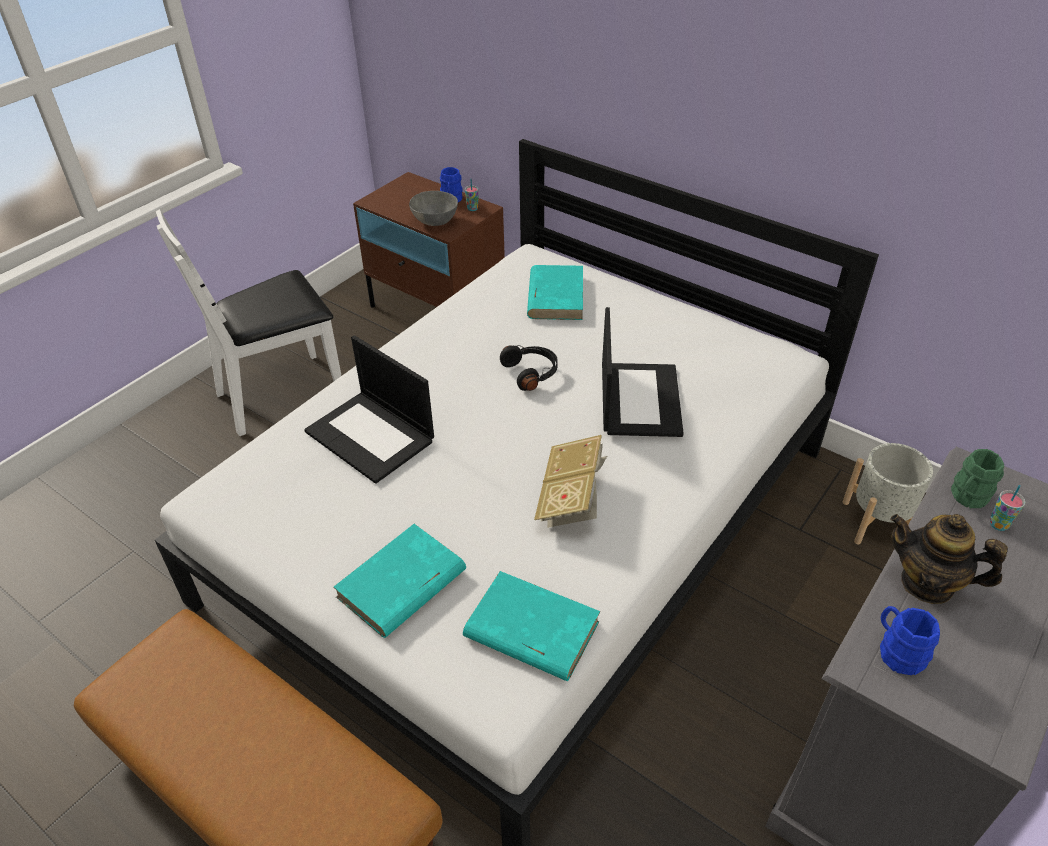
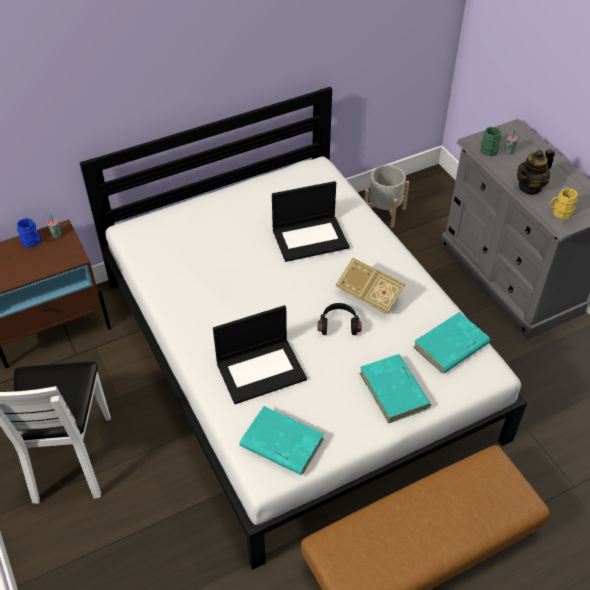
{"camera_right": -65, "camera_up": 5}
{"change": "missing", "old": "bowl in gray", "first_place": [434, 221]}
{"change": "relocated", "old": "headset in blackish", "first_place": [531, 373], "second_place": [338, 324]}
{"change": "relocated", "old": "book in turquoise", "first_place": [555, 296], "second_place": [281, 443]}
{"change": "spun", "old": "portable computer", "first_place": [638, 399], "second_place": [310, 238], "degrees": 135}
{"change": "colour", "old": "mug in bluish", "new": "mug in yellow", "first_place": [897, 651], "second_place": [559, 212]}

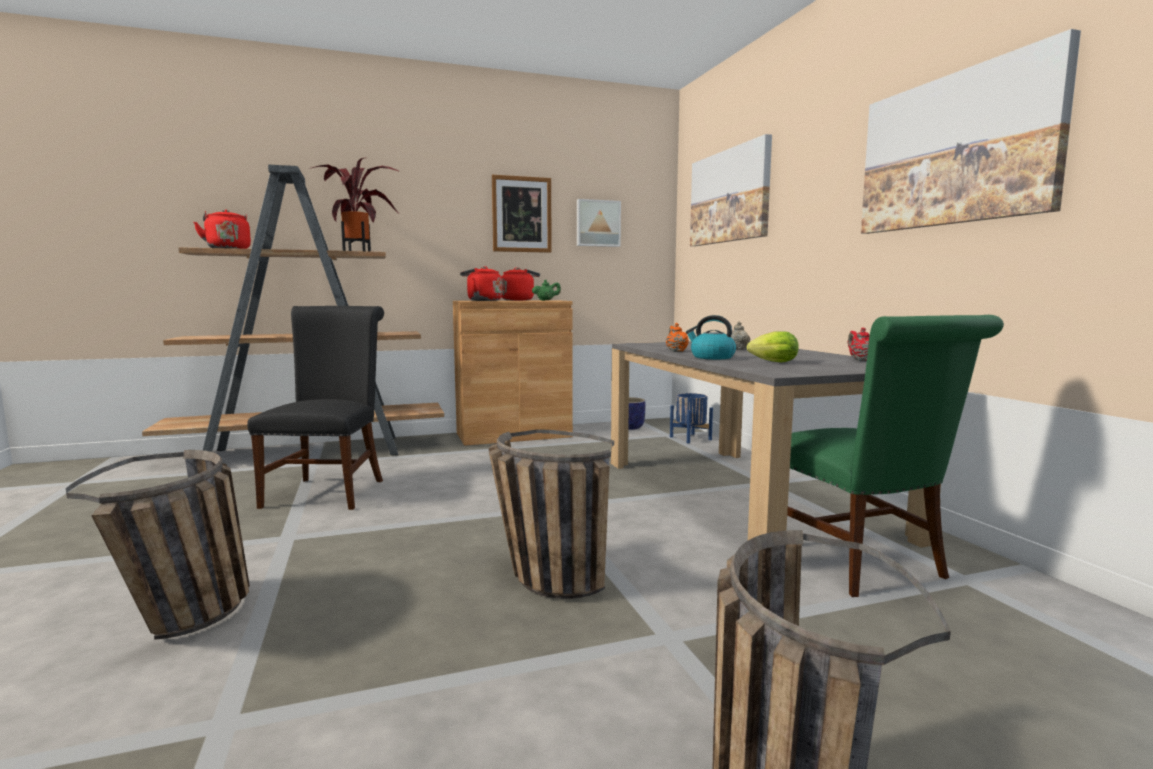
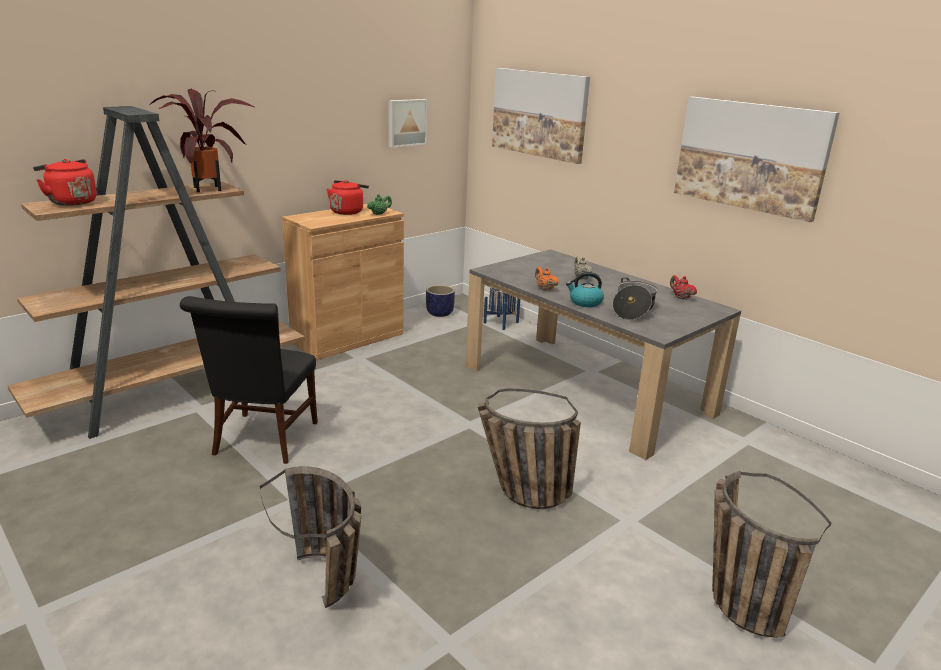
{"camera_right": -25, "camera_up": 15}
{"change": "spun", "old": "chair in blackish", "first_place": [328, 491], "second_place": [263, 441], "degrees": -150}
{"change": "missing", "old": "water kettle in red", "first_place": [482, 300]}
{"change": "missing", "old": "wall art", "first_place": [521, 214]}
{"change": "exchanged", "old": "head of lettuce", "new": "saucepot", "first_place": [771, 362], "second_place": [632, 309]}
{"change": "missing", "old": "chair in green", "first_place": [863, 565]}

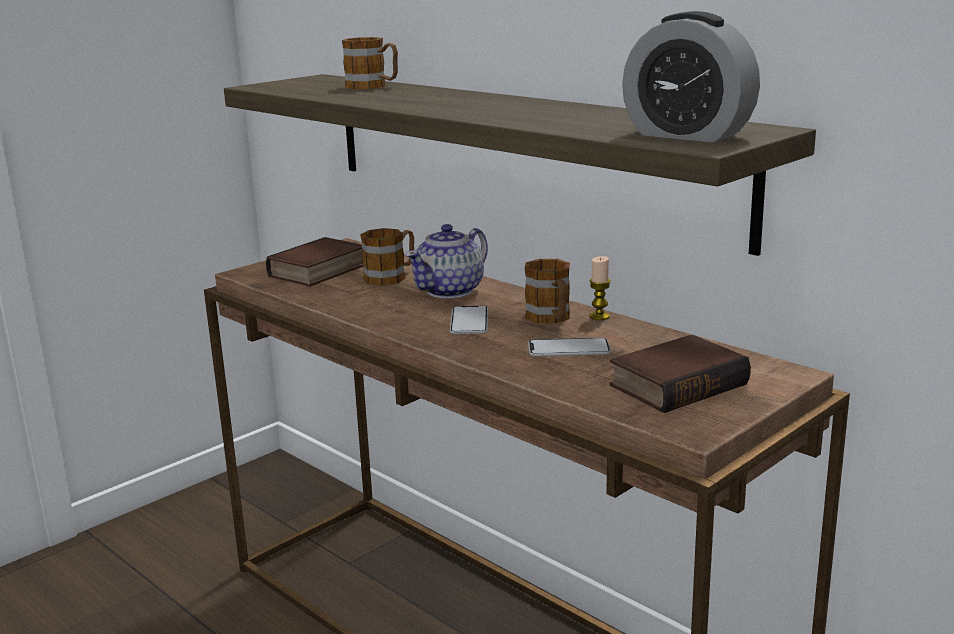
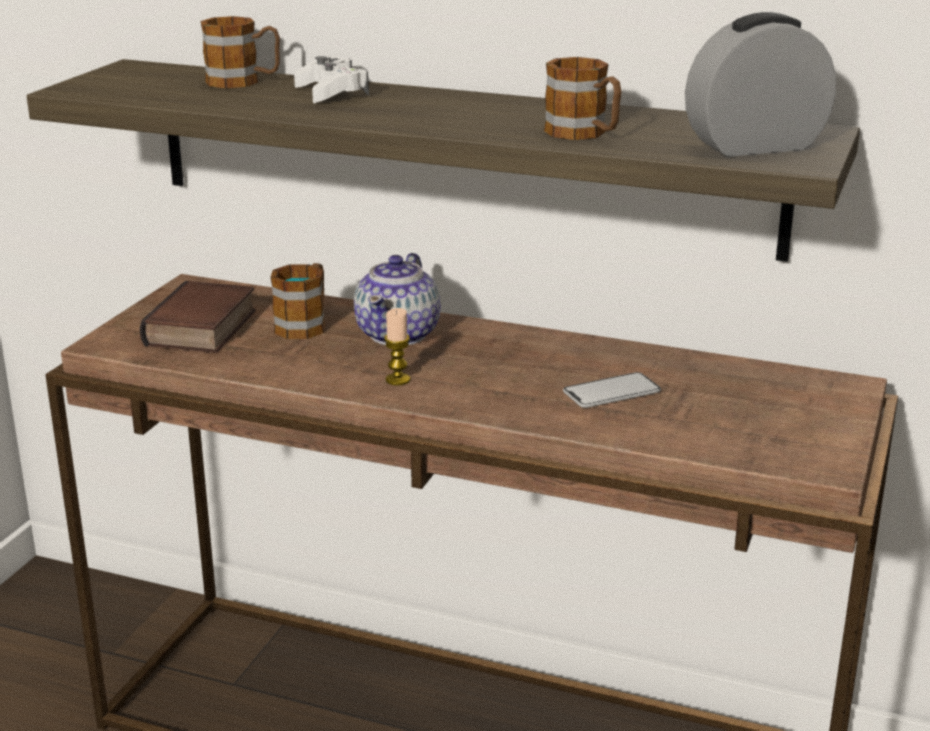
{"camera_right": -25, "camera_up": 5}
{"change": "missing", "old": "phone", "first_place": [469, 322]}
{"change": "relocated", "old": "mug", "first_place": [551, 319], "second_place": [584, 134]}
{"change": "relocated", "old": "wax candle", "first_place": [599, 316], "second_place": [398, 380]}
{"change": "missing", "old": "book", "first_place": [677, 383]}
{"change": "spun", "old": "bedside clock", "first_place": [687, 135], "second_place": [755, 146], "degrees": 150}
{"change": "appeared", "new": "joypad in white-coloured", "second_place": [331, 92]}

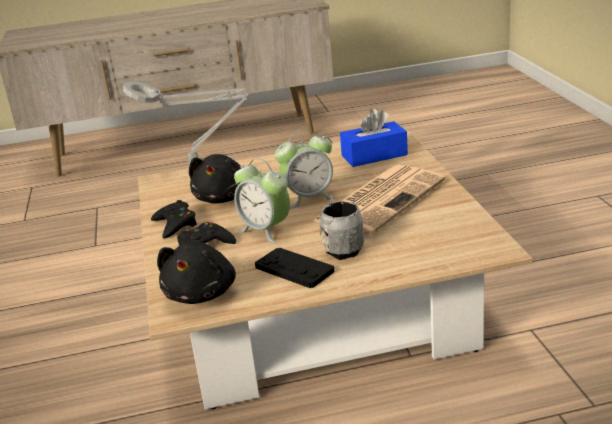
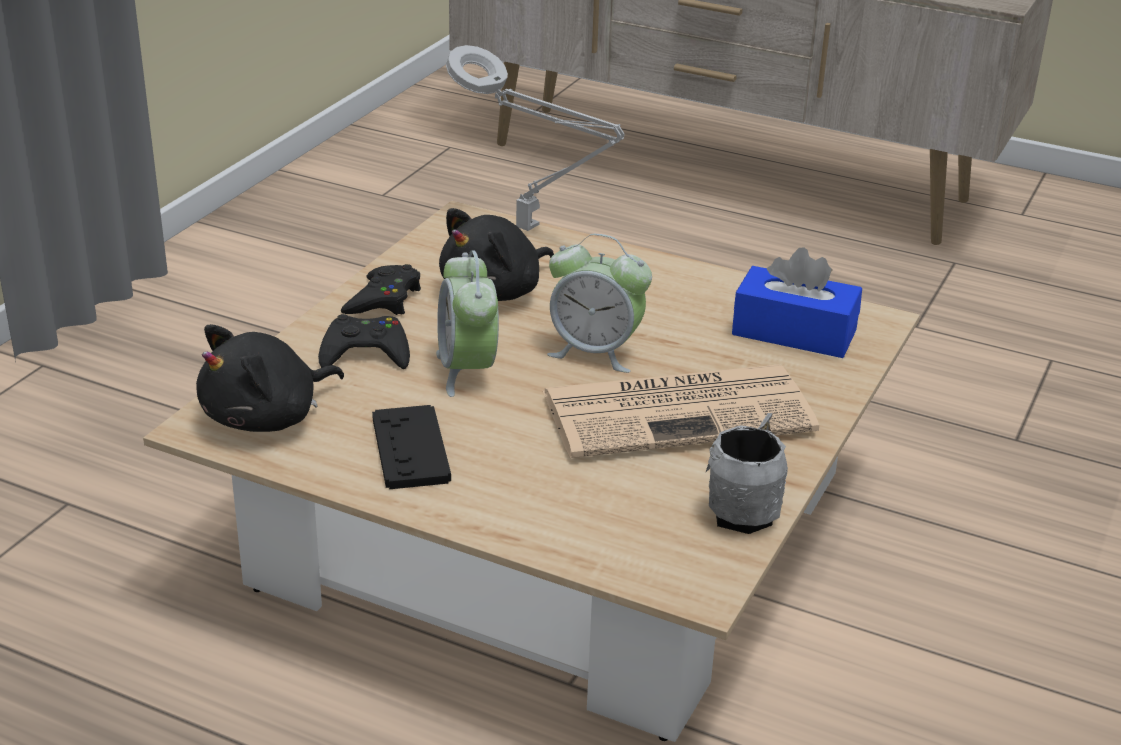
{"camera_right": 35, "camera_up": 5}
{"change": "relocated", "old": "mug in gray", "first_place": [341, 247], "second_place": [746, 508]}

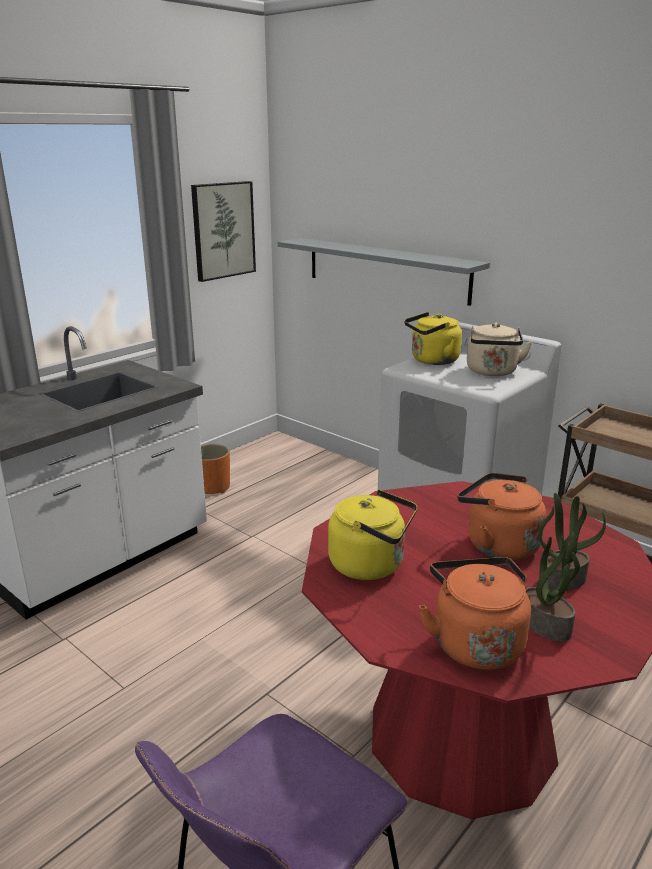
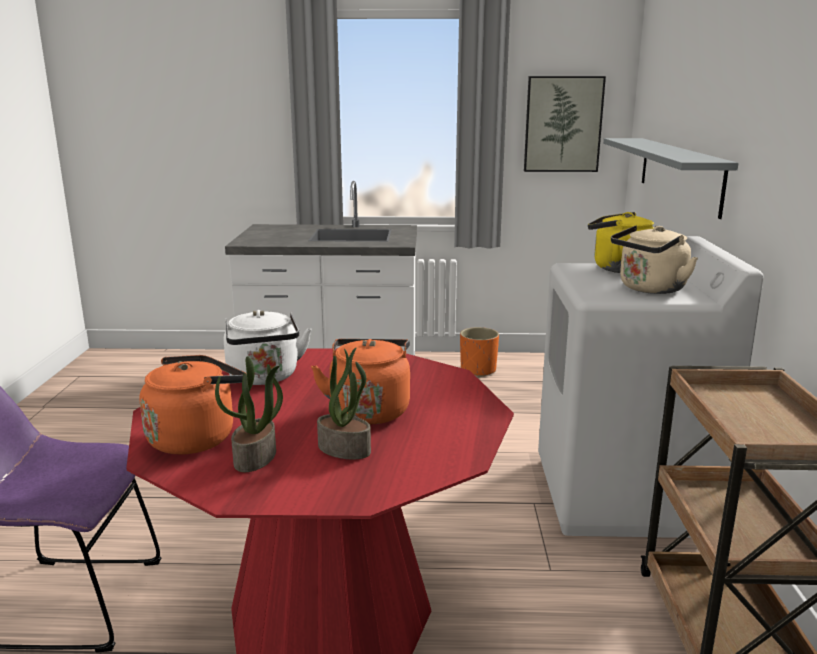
{"camera_right": 50, "camera_up": -5}
{"change": "colour", "old": "water kettle in yellow", "new": "water kettle in white-coloured", "first_place": [371, 565], "second_place": [264, 378]}

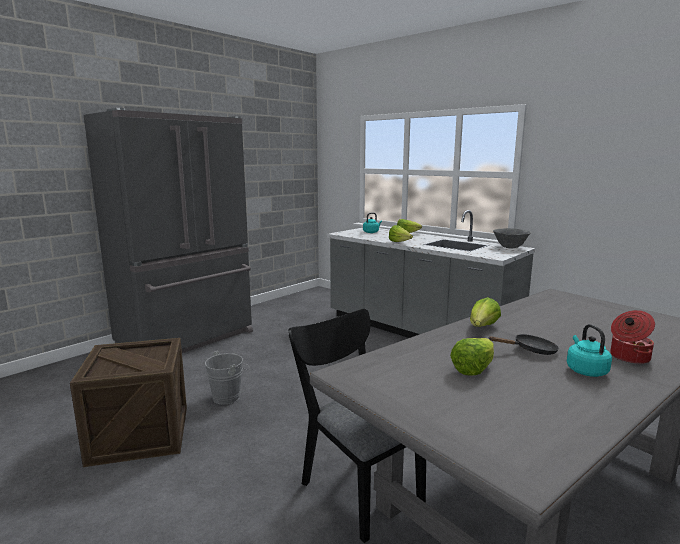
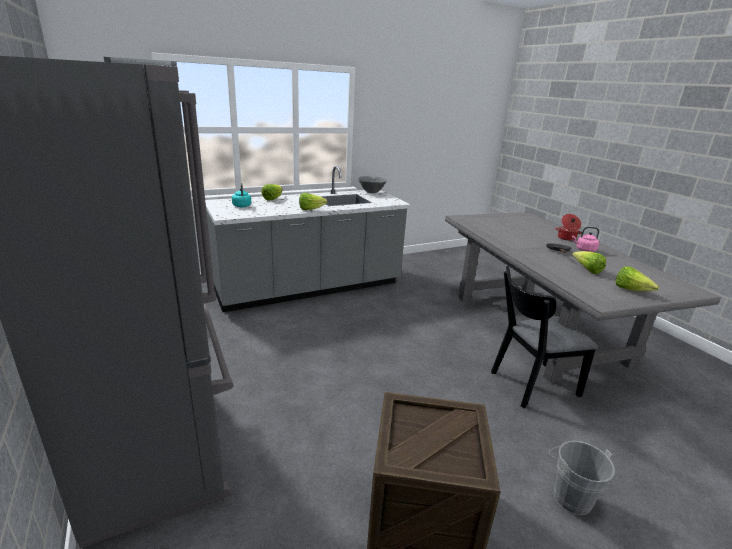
{"camera_right": -70, "camera_up": 10}
{"change": "relocated", "old": "pail in gray", "first_place": [229, 396], "second_place": [569, 495]}
{"change": "relocated", "old": "head of lettuce", "first_place": [482, 328], "second_place": [630, 290]}
{"change": "colour", "old": "water kettle in turquoise", "new": "water kettle in pink-coloured", "first_place": [585, 370], "second_place": [584, 250]}

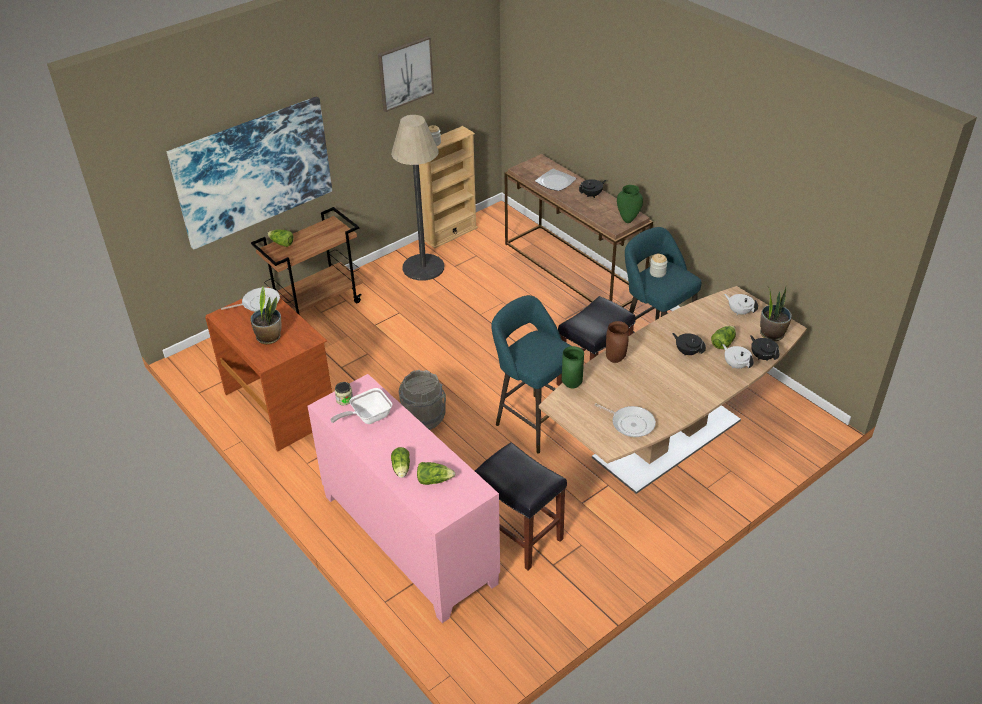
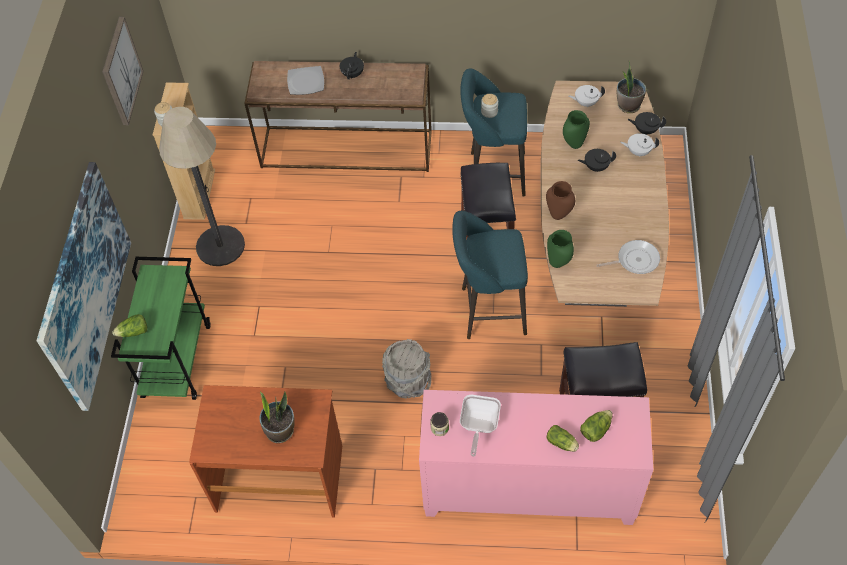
{"camera_right": -45, "camera_up": 15}
{"change": "missing", "old": "frying pan", "first_place": [258, 303]}
{"change": "colour", "old": "trolley in brown", "new": "trolley in green", "first_place": [317, 305], "second_place": [176, 359]}
{"change": "relocated", "old": "vase in green", "first_place": [628, 220], "second_place": [573, 144]}
{"change": "missing", "old": "head of lettuce", "first_place": [723, 343]}

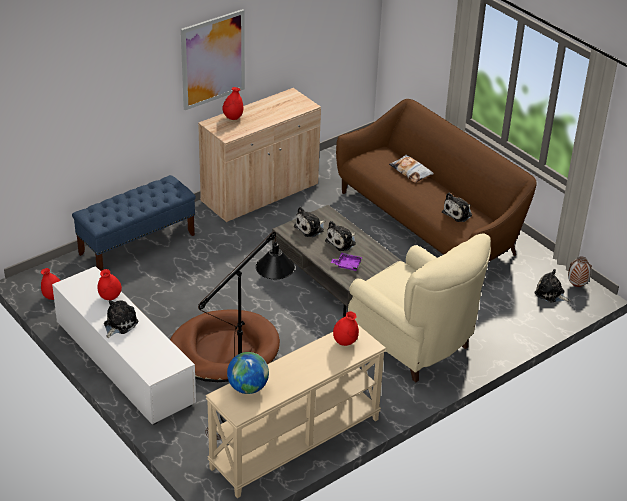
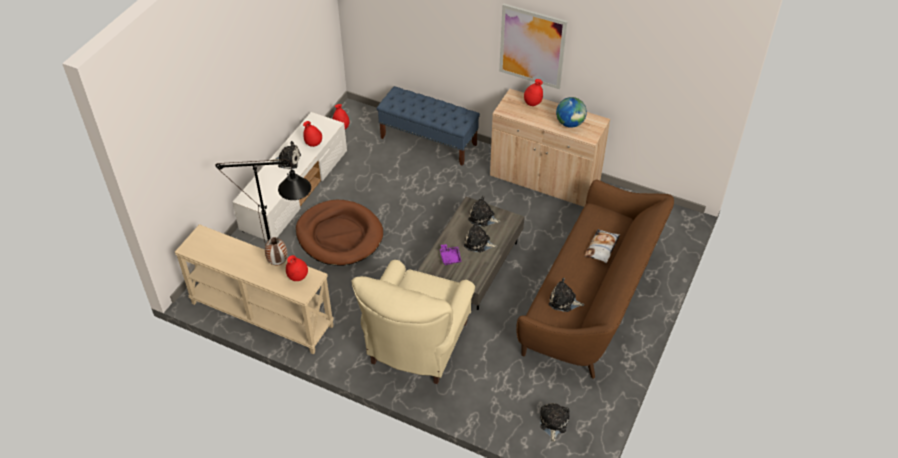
{"camera_right": 65, "camera_up": 10}
{"change": "relocated", "old": "world globe", "first_place": [248, 388], "second_place": [570, 123]}
{"change": "relocated", "old": "vase", "first_place": [576, 286], "second_place": [277, 263]}

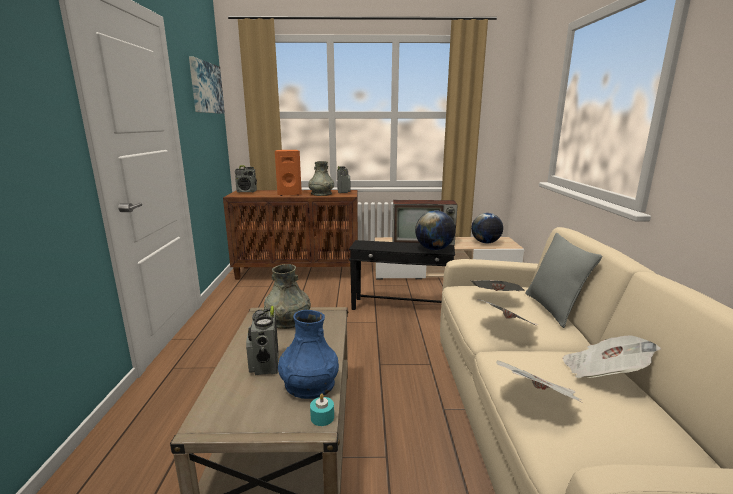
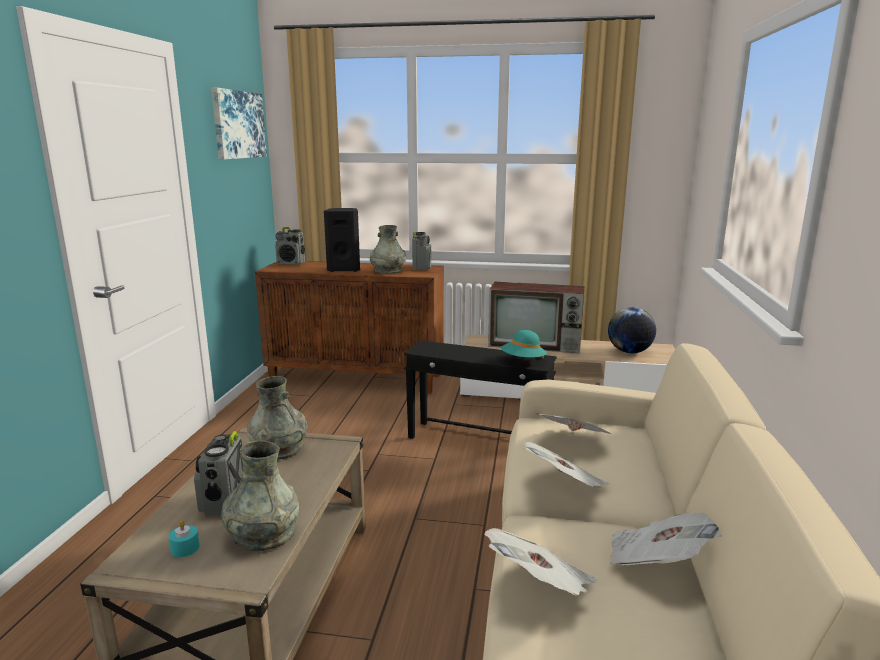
{"camera_right": 10, "camera_up": 0}
{"change": "colour", "old": "audio speaker in orangey", "new": "audio speaker in blackish", "first_place": [289, 194], "second_place": [344, 269]}
{"change": "colour", "old": "vase in bluish", "new": "vase in gray", "first_place": [309, 385], "second_place": [263, 534]}
{"change": "relocated", "old": "wax candle in turquoise", "first_place": [322, 417], "second_place": [185, 548]}
{"change": "exchanged", "old": "world globe", "new": "clothing hat in turquoise", "first_place": [434, 249], "second_place": [523, 361]}
{"change": "missing", "old": "pillow in gray", "first_place": [553, 309]}

